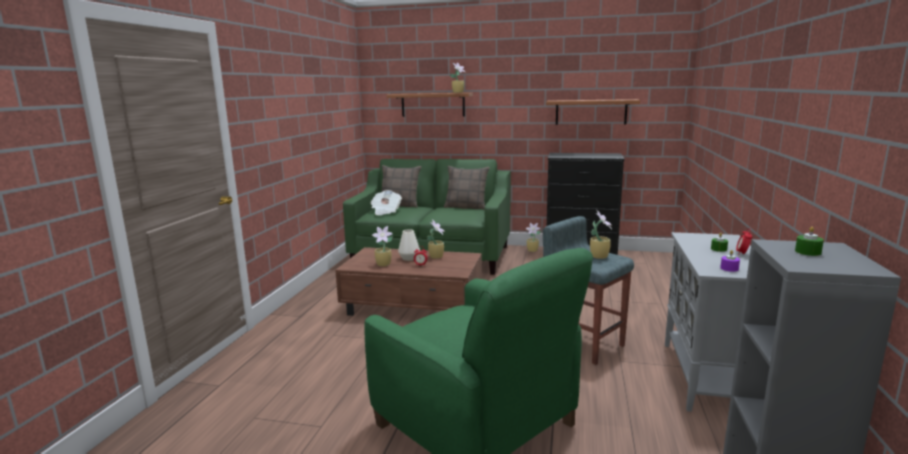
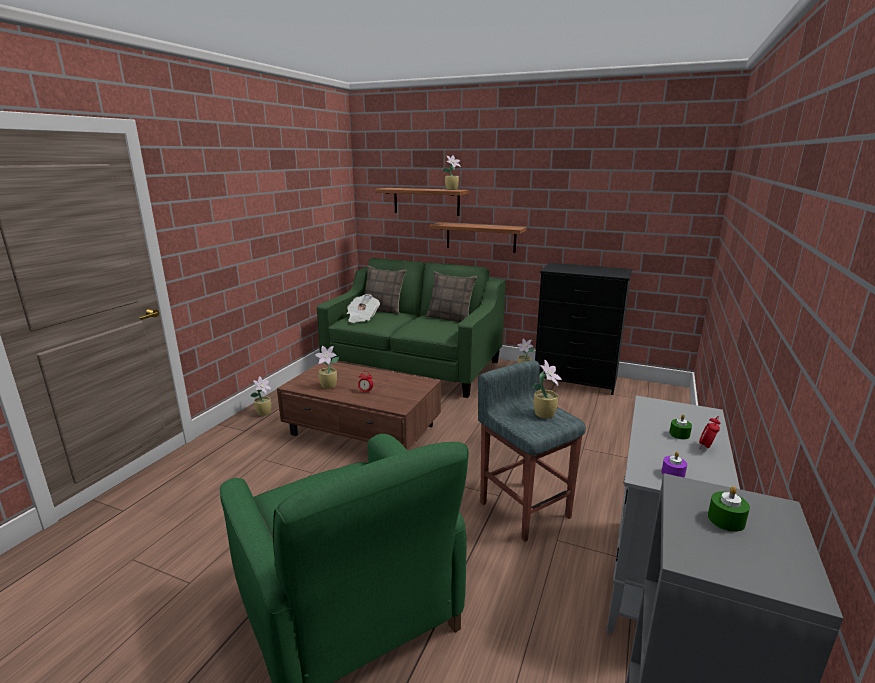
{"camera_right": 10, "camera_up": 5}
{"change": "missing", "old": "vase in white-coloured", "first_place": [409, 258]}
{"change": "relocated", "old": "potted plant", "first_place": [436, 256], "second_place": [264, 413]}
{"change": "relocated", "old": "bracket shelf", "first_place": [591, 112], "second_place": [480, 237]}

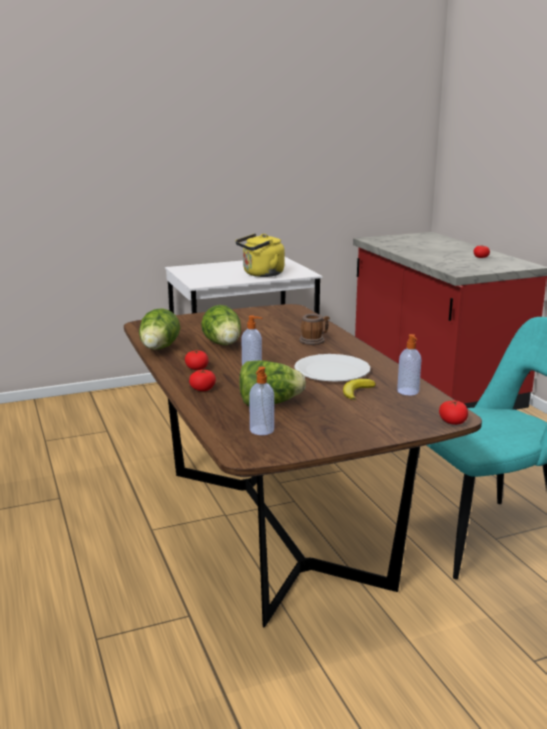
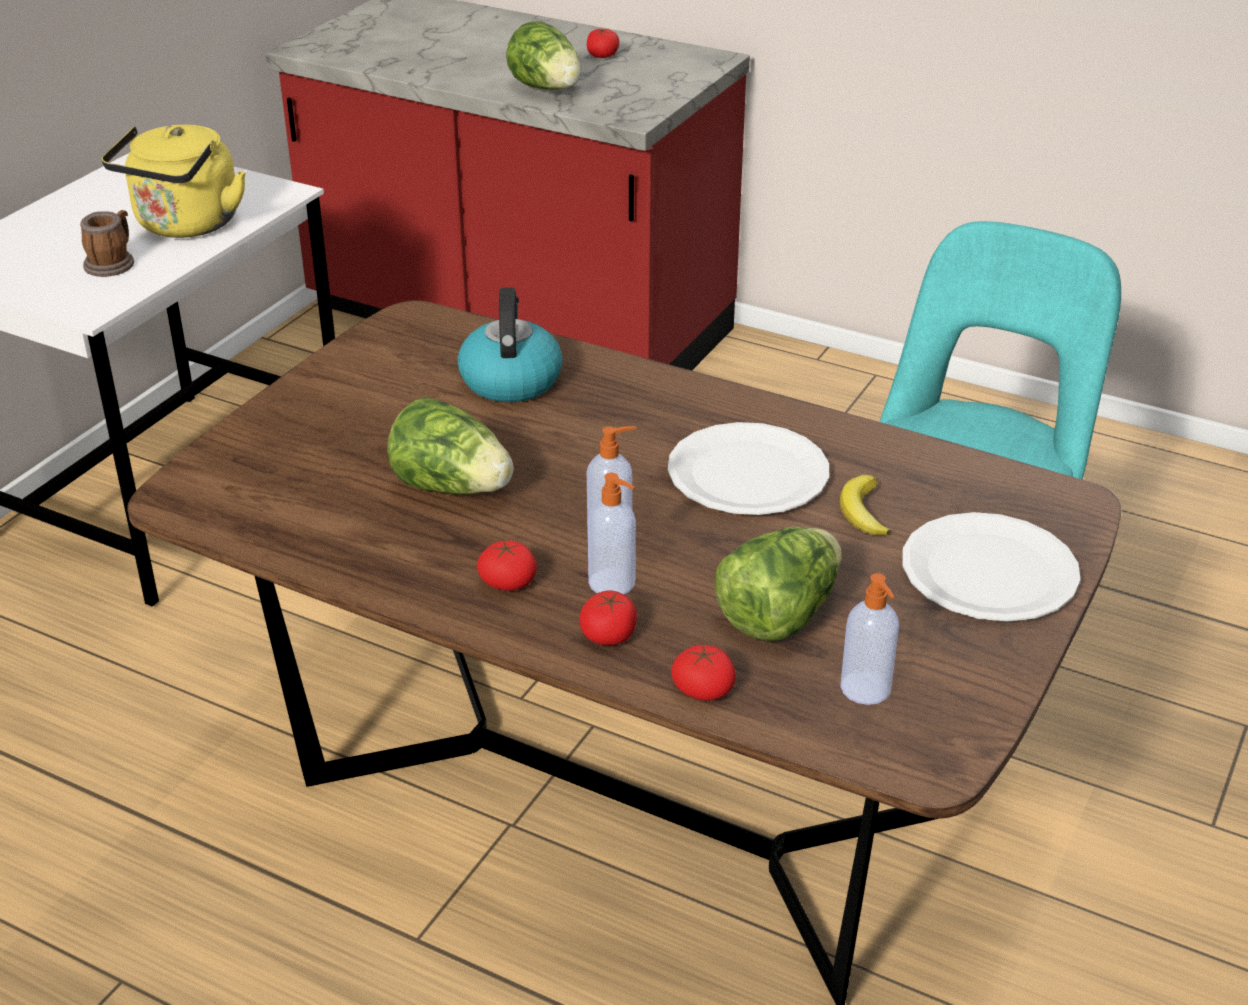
{"camera_right": -40, "camera_up": 15}
{"change": "relocated", "old": "head of lettuce", "first_place": [159, 349], "second_place": [547, 89]}
{"change": "relocated", "old": "mug", "first_place": [314, 340], "second_place": [113, 263]}
{"change": "relocated", "old": "soap dispenser", "first_place": [408, 392], "second_place": [613, 583]}
{"change": "relocated", "old": "fresh tomato", "first_place": [452, 422], "second_place": [703, 689]}
{"change": "appeared", "new": "water kettle", "second_place": [510, 380]}
{"change": "appeared", "new": "dinner plate in white-coloured", "second_place": [989, 571]}

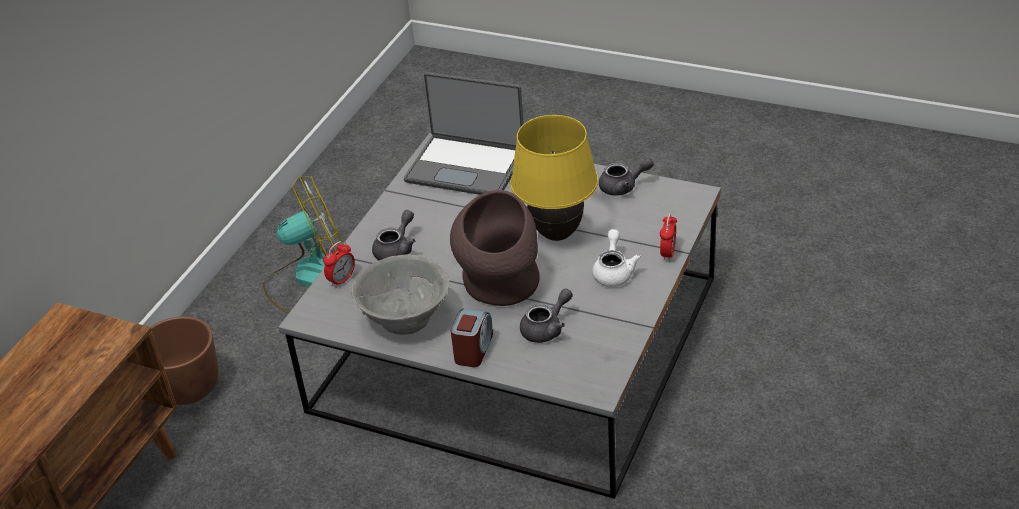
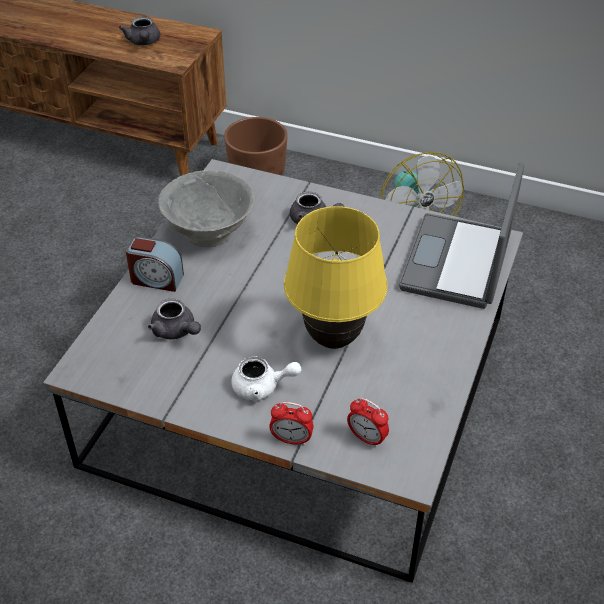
{"camera_right": 85, "camera_up": 5}
{"change": "relocated", "old": "bedside clock", "first_place": [342, 280], "second_place": [367, 438]}
{"change": "missing", "old": "vase in brown", "first_place": [500, 288]}
{"change": "relocated", "old": "teapot in gray", "first_place": [623, 187], "second_place": [143, 42]}

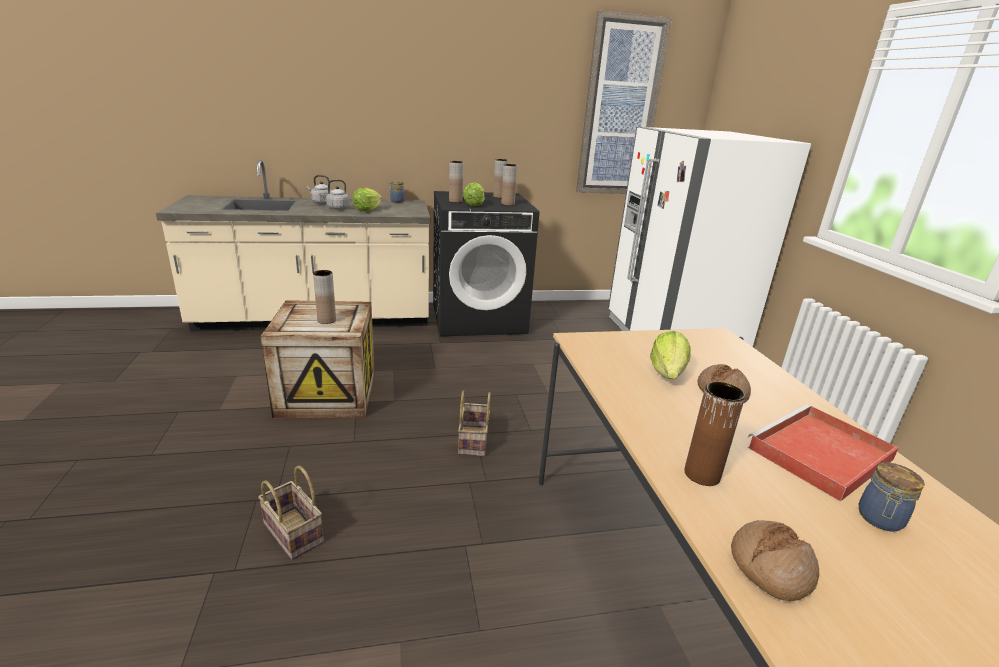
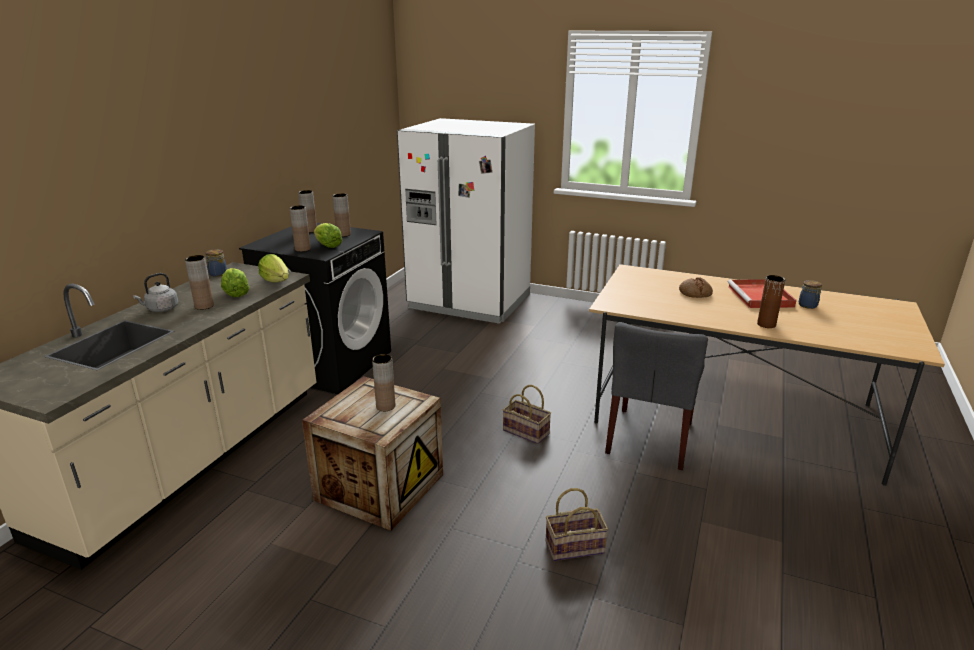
{"camera_right": -55, "camera_up": 0}
{"change": "exchanged", "old": "water kettle in gray", "new": "vase in brown", "first_place": [337, 208], "second_place": [204, 306]}
{"change": "missing", "old": "wall art", "first_place": [620, 109]}
{"change": "relocated", "old": "head of lettuce", "first_place": [667, 373], "second_place": [276, 281]}
{"change": "missing", "old": "baked bread", "first_place": [769, 567]}
{"change": "appeared", "new": "chair in gray", "second_place": [650, 438]}

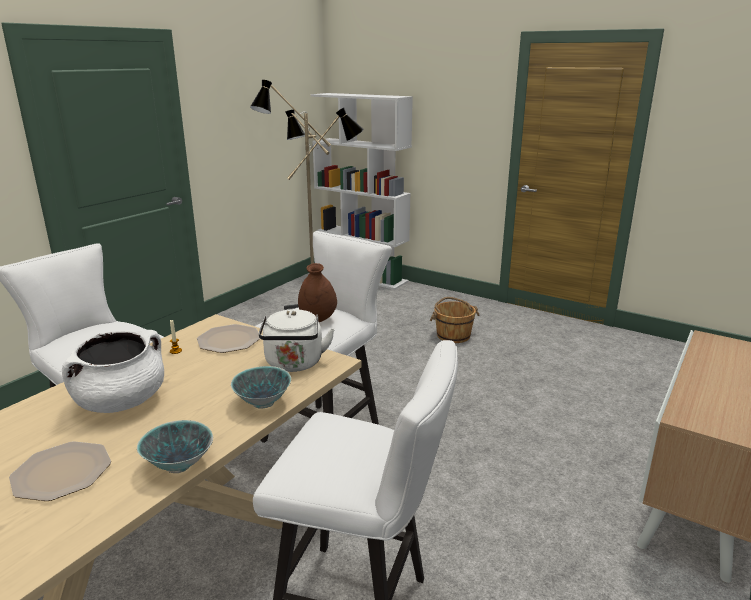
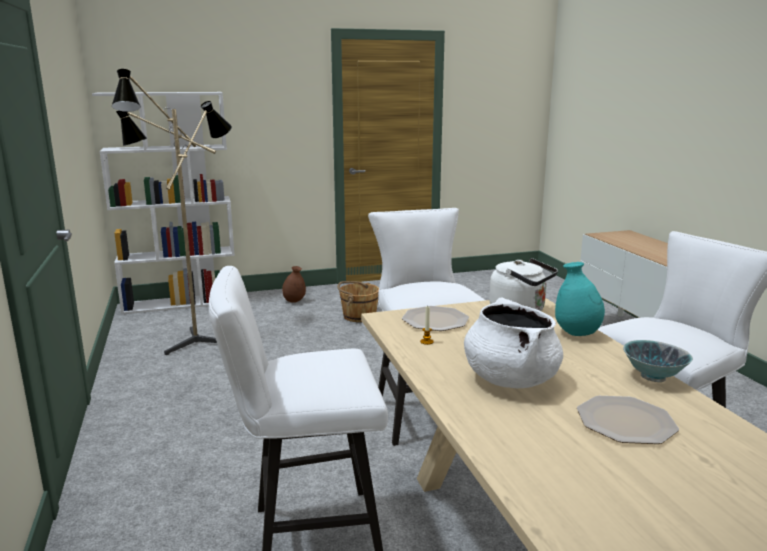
{"camera_right": -50, "camera_up": -5}
{"change": "exchanged", "old": "bowl", "new": "vase in turquoise", "first_place": [263, 403], "second_place": [577, 334]}
{"change": "relocated", "old": "vase in brown", "first_place": [318, 319], "second_place": [294, 301]}

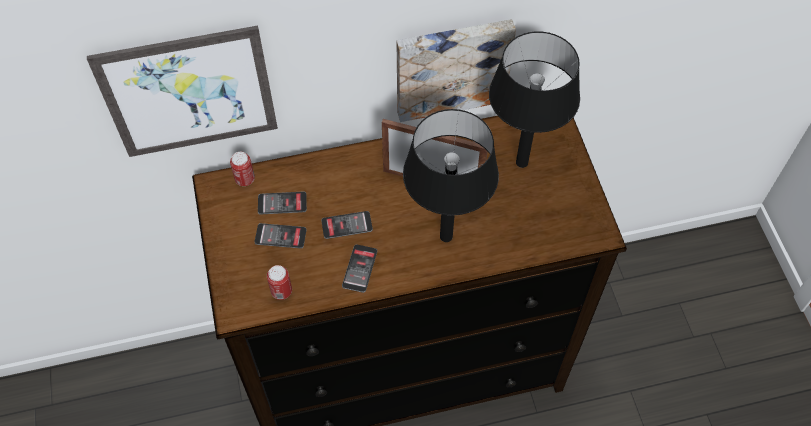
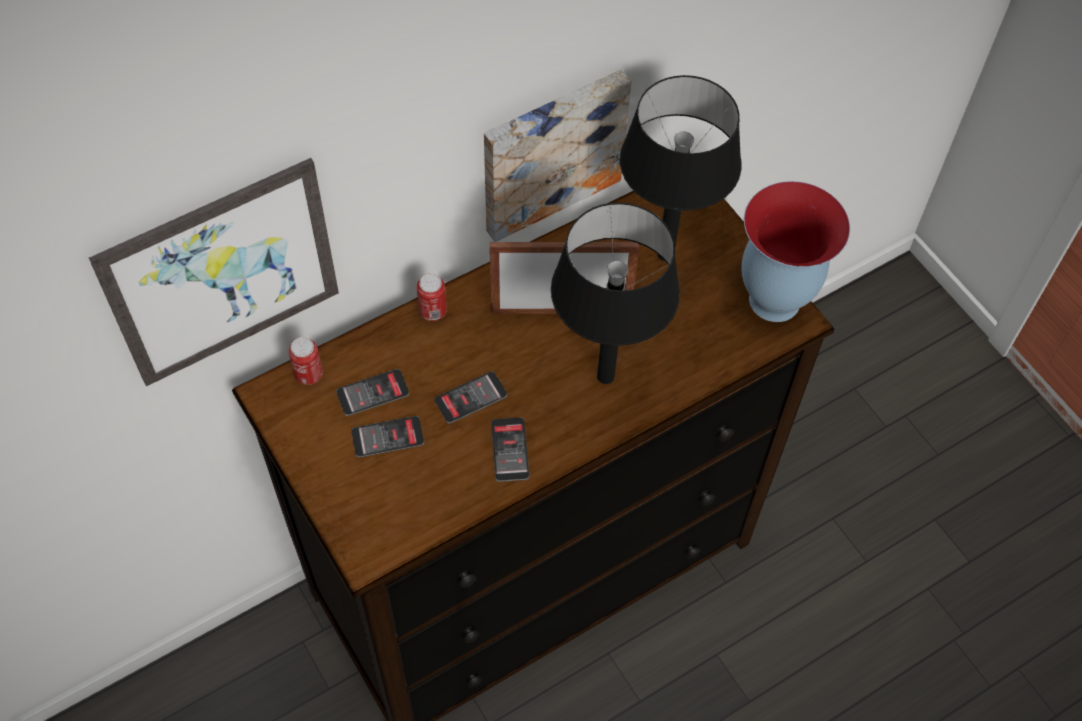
{"camera_right": -20, "camera_up": 0}
{"change": "relocated", "old": "can", "first_place": [281, 291], "second_place": [433, 311]}
{"change": "appeared", "new": "vase", "second_place": [773, 301]}

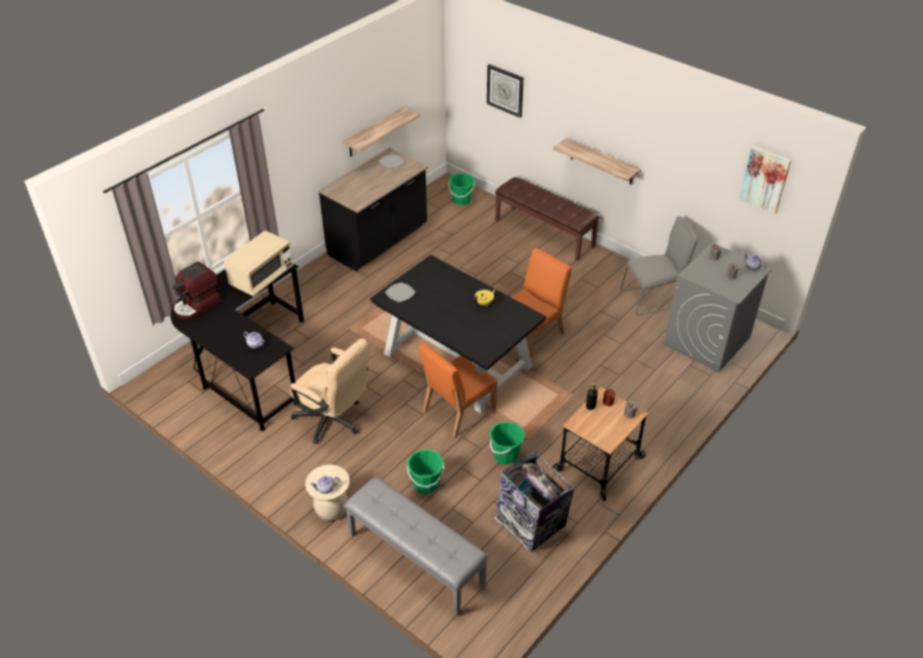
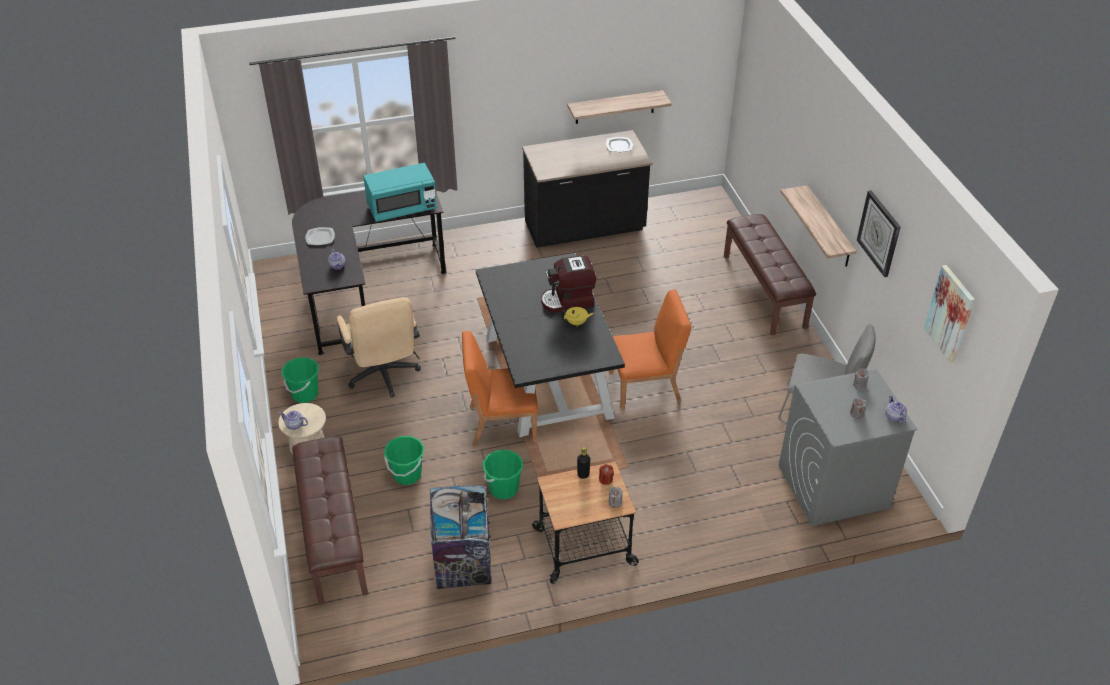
{"camera_right": 35, "camera_up": 0}
{"change": "relocated", "old": "coffee brewer", "first_place": [197, 305], "second_place": [568, 301]}
{"change": "colour", "old": "microwave in sand-coloured", "new": "microwave in turquoise", "first_place": [261, 277], "second_place": [402, 208]}
{"change": "colour", "old": "bench in gray", "new": "bench in brown", "first_place": [415, 560], "second_place": [332, 535]}
{"change": "relocated", "old": "dinner plate", "first_place": [400, 293], "second_place": [320, 237]}
{"change": "relocated", "old": "pail in green", "first_place": [461, 200], "second_place": [305, 394]}
{"change": "relocated", "old": "clock on the wall", "first_place": [505, 90], "second_place": [879, 233]}

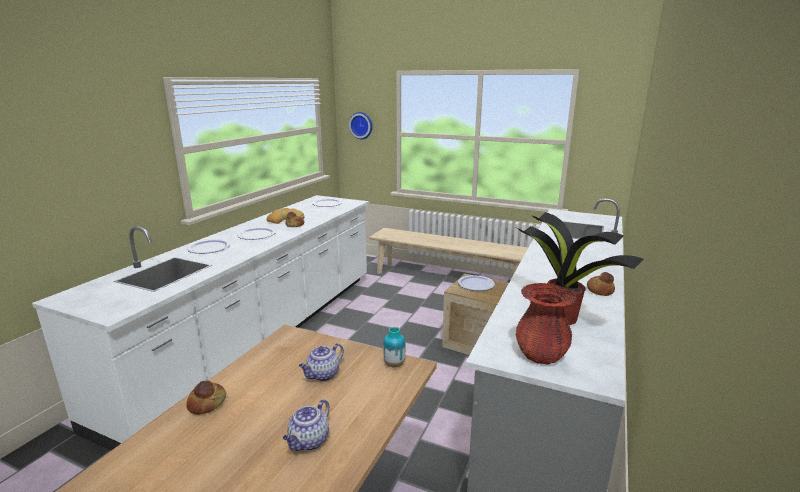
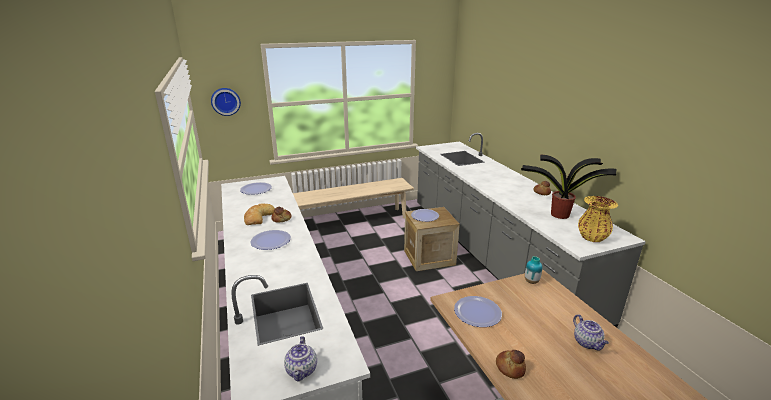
{"camera_right": -45, "camera_up": 5}
{"change": "relocated", "old": "dinner plate", "first_place": [209, 248], "second_place": [477, 312]}
{"change": "relocated", "old": "teapot", "first_place": [323, 375], "second_place": [302, 371]}
{"change": "colour", "old": "vase in red", "new": "vase in yellow", "first_place": [540, 355], "second_place": [592, 237]}

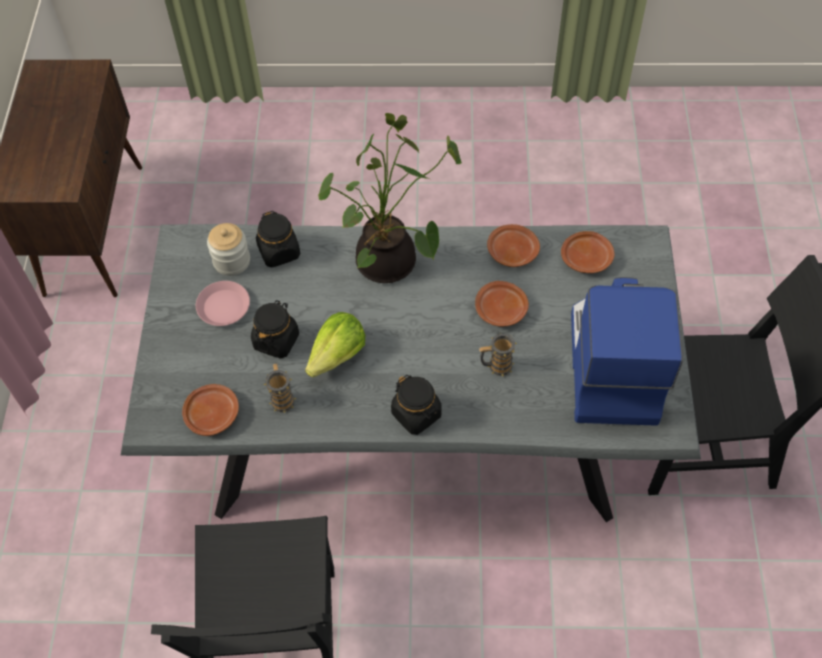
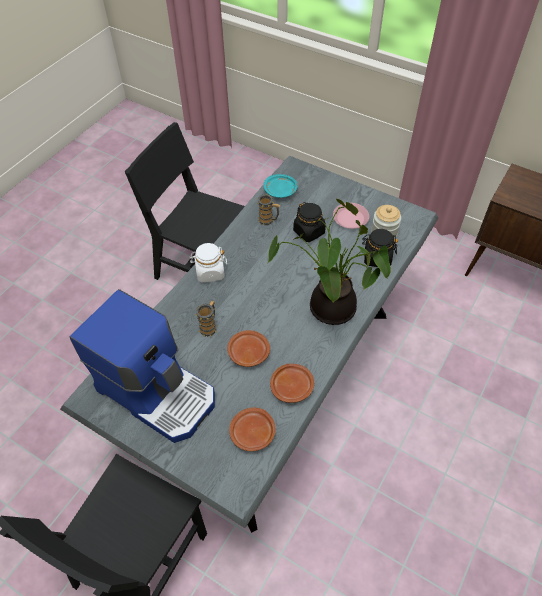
{"camera_right": 120, "camera_up": -5}
{"change": "colour", "old": "dinner plate in brown", "new": "dinner plate in turquoise", "first_place": [212, 414], "second_place": [280, 191]}
{"change": "missing", "old": "head of lettuce", "first_place": [337, 355]}
{"change": "colour", "old": "jar in blackish", "new": "jar in white-coloured", "first_place": [416, 414], "second_place": [210, 272]}

